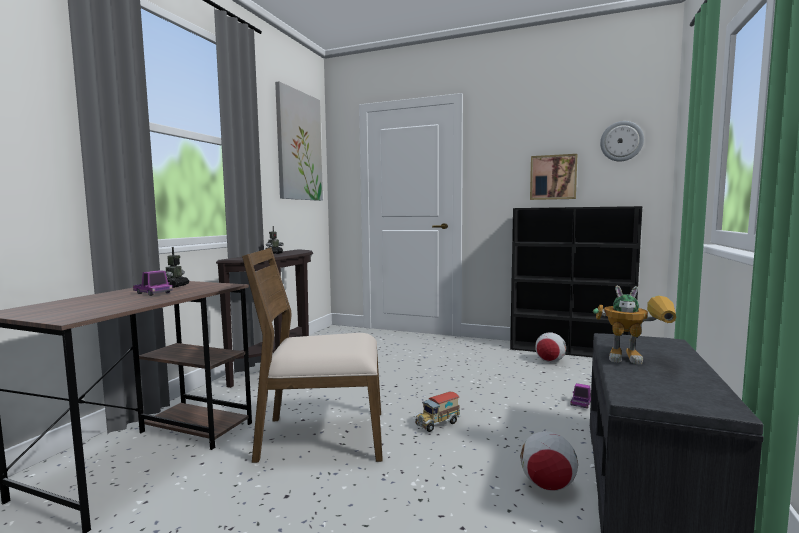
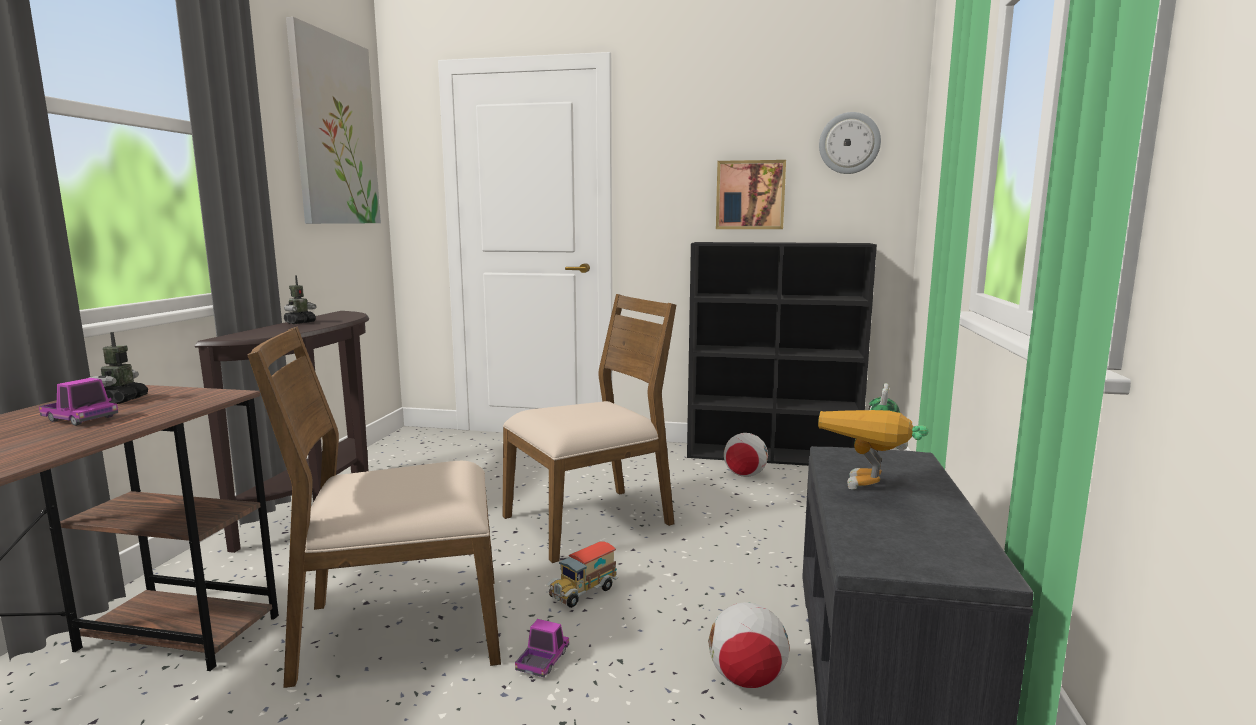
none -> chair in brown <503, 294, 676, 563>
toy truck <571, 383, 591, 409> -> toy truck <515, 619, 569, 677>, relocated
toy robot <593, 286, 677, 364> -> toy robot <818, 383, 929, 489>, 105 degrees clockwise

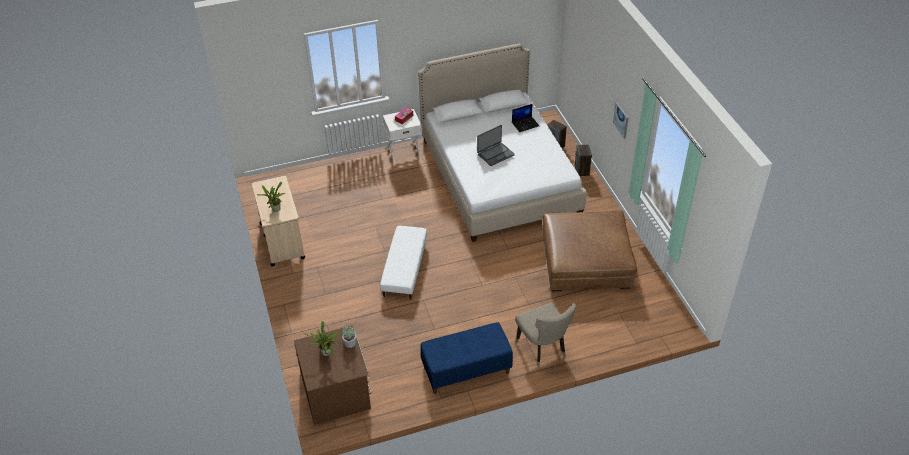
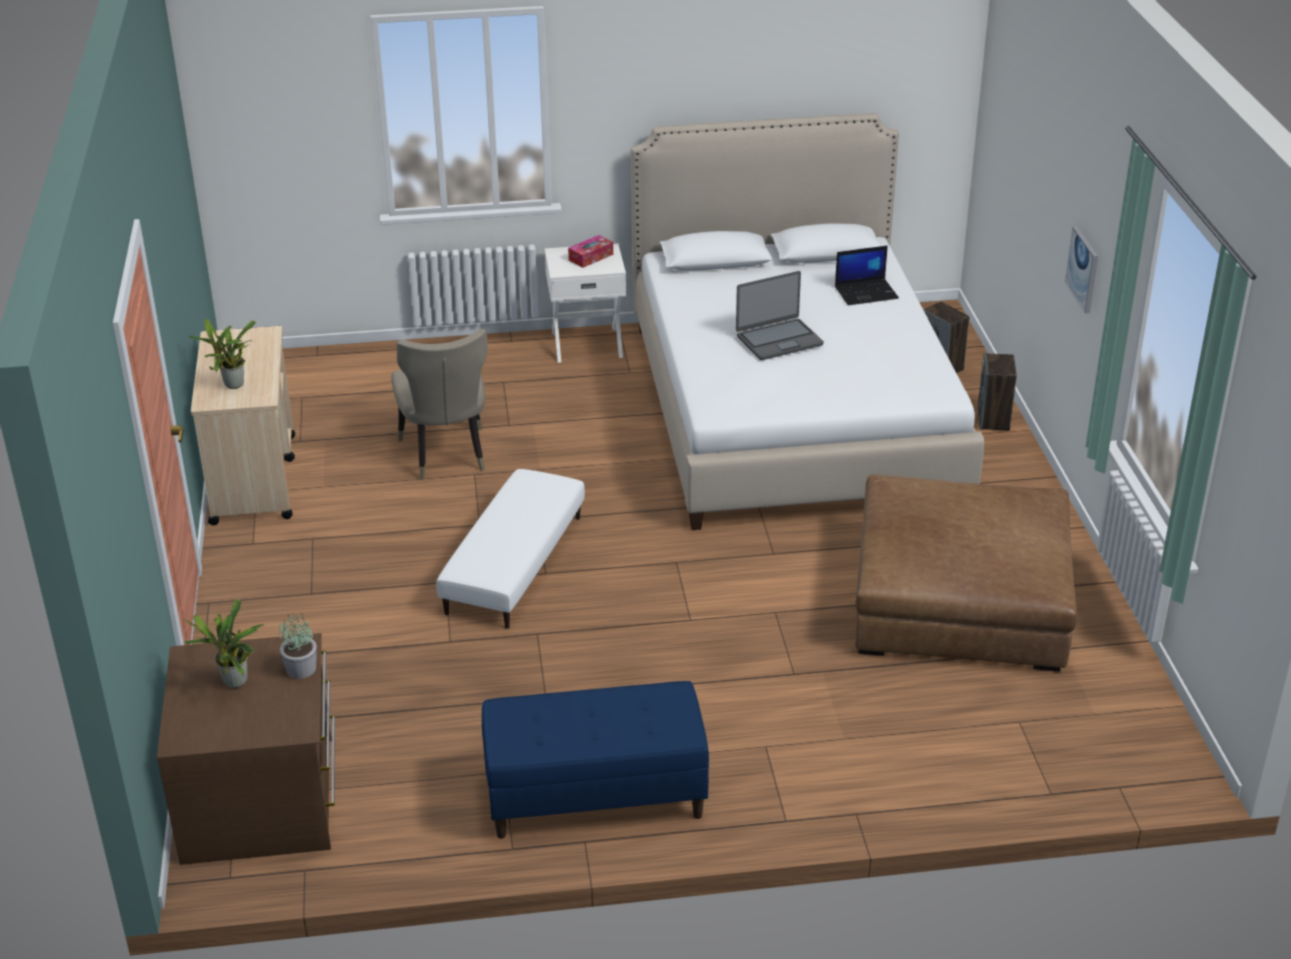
chair in beige <515, 303, 576, 367> -> chair in beige <391, 328, 488, 480>, relocated

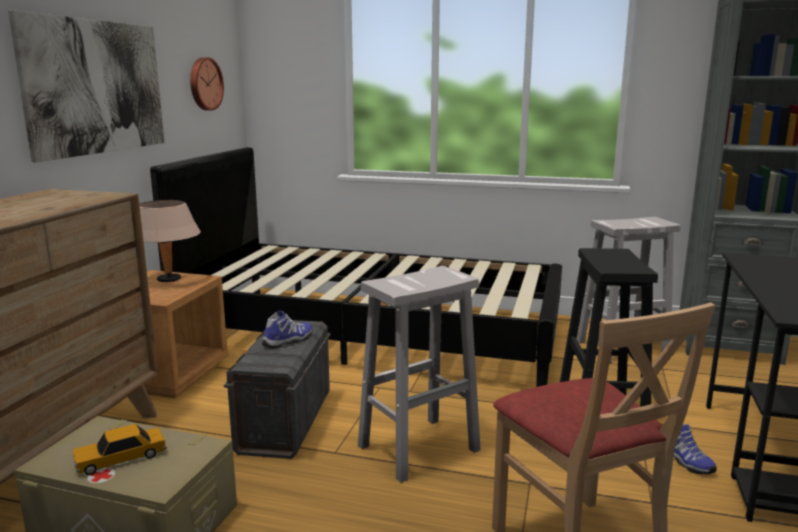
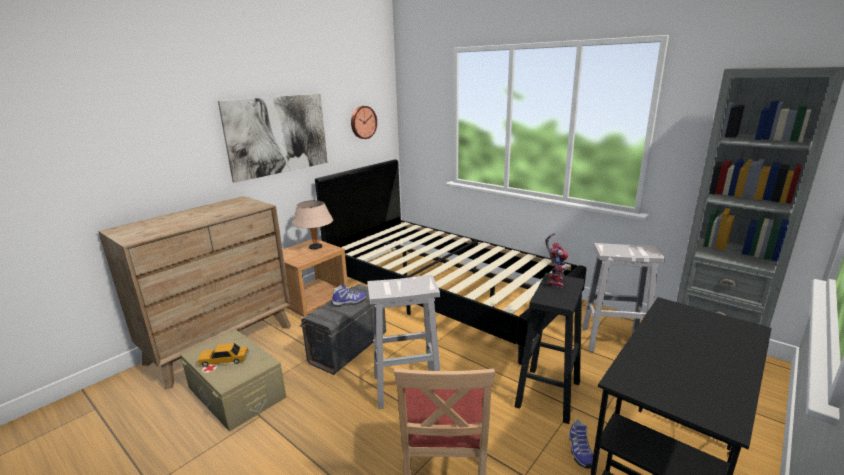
none -> toy robot <546, 233, 568, 287>

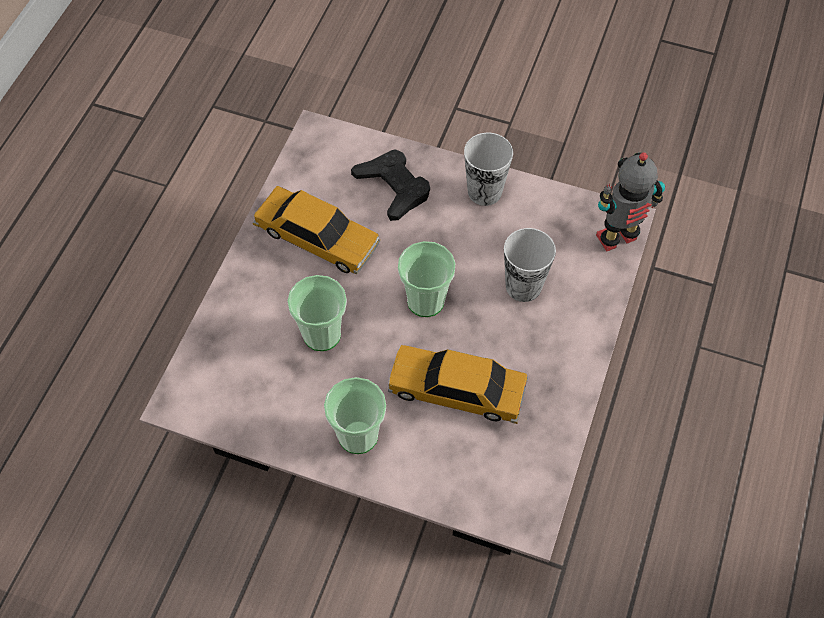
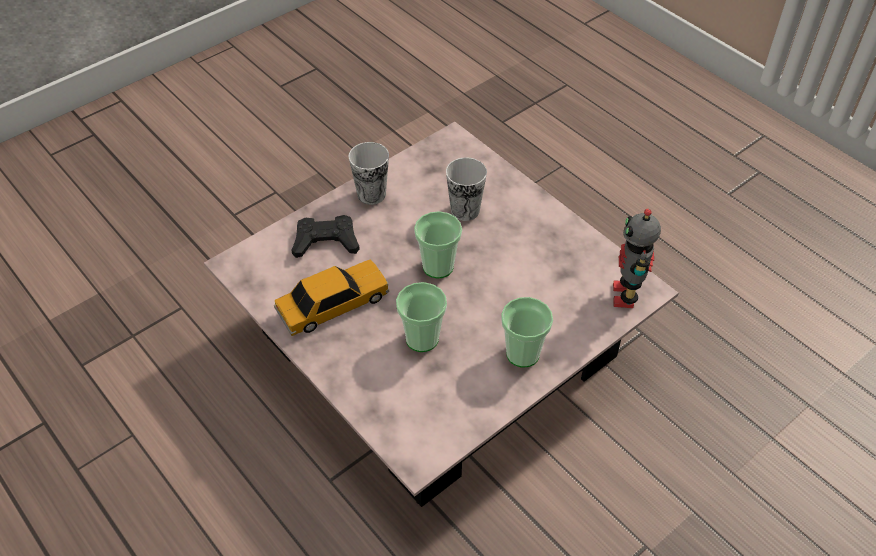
toy robot <596, 152, 665, 251> -> toy robot <613, 209, 661, 308>, relocated
toy car <388, 345, 528, 424> -> none

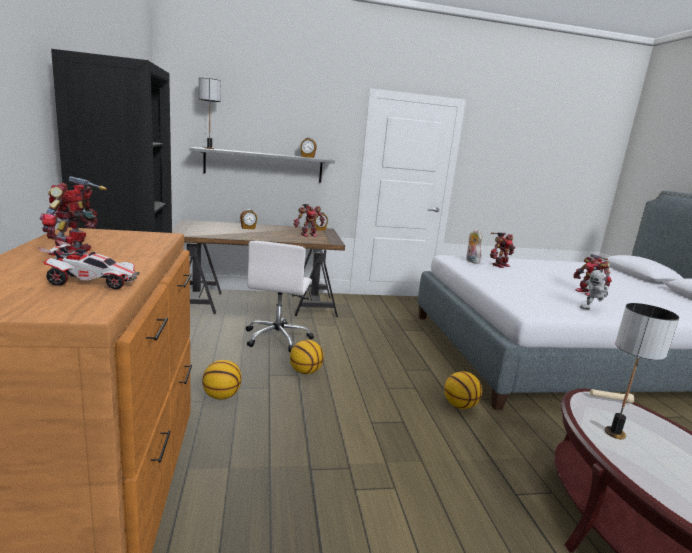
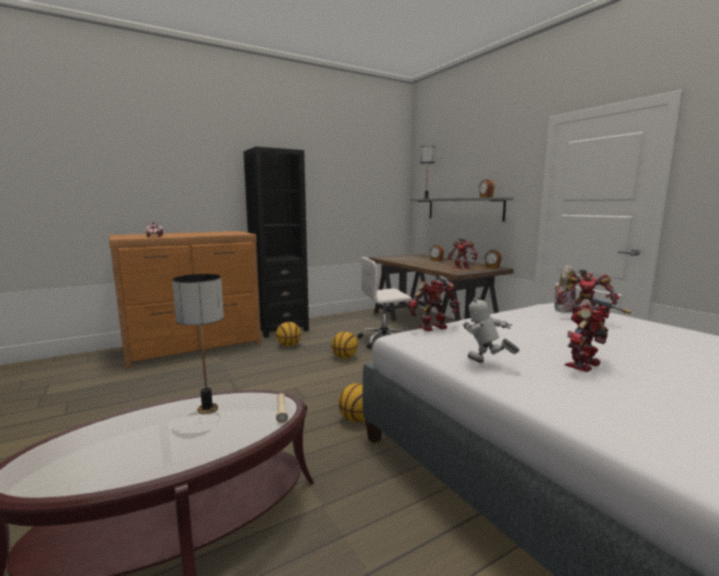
toy robot <39, 176, 107, 256> -> toy robot <409, 276, 460, 331>, relocated

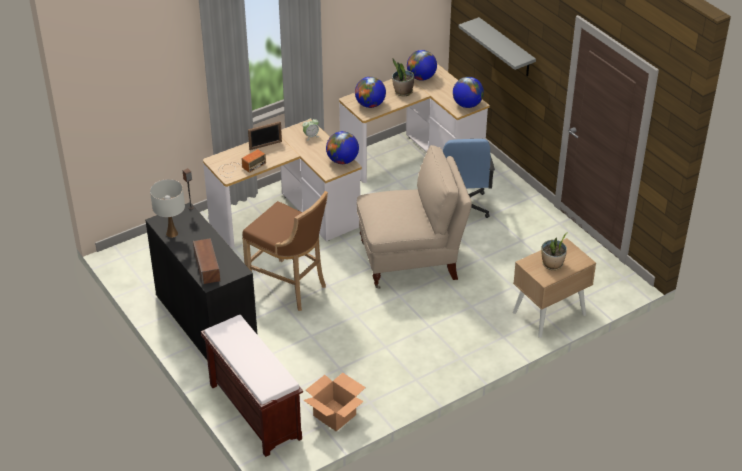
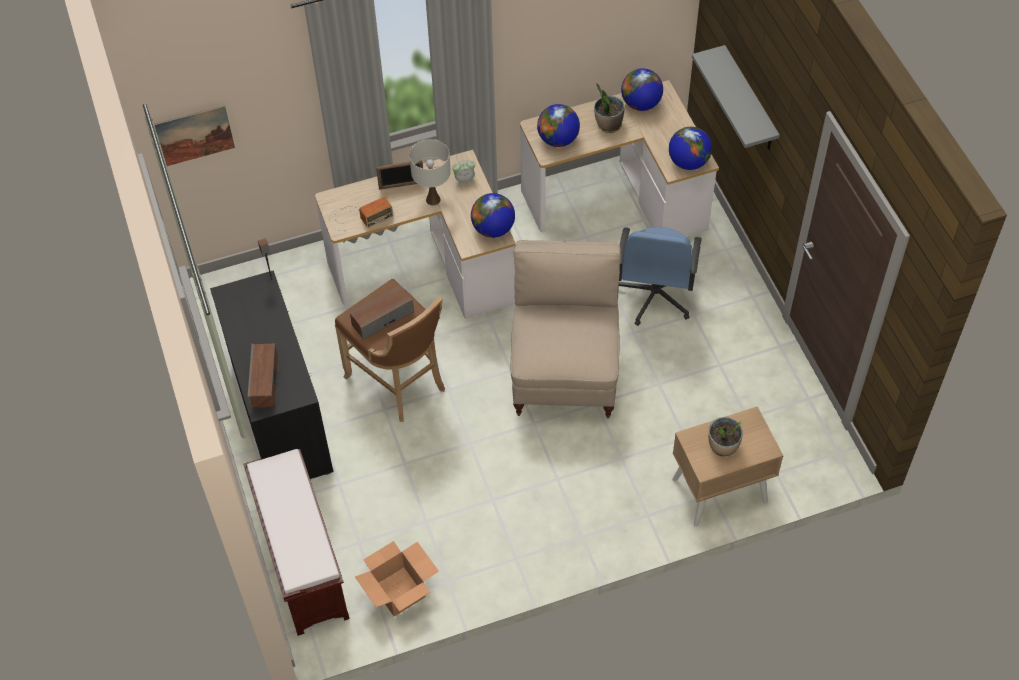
none -> picture <154, 105, 235, 166>
none -> speaker <350, 286, 414, 340>
table lamp in white <150, 179, 185, 238> -> table lamp in white <409, 139, 451, 205>, relocated
chair in beige <357, 145, 472, 289> -> chair in beige <510, 240, 621, 419>, 90 degrees counterclockwise

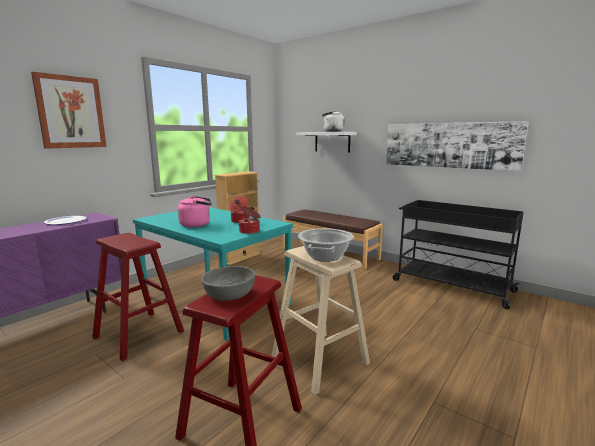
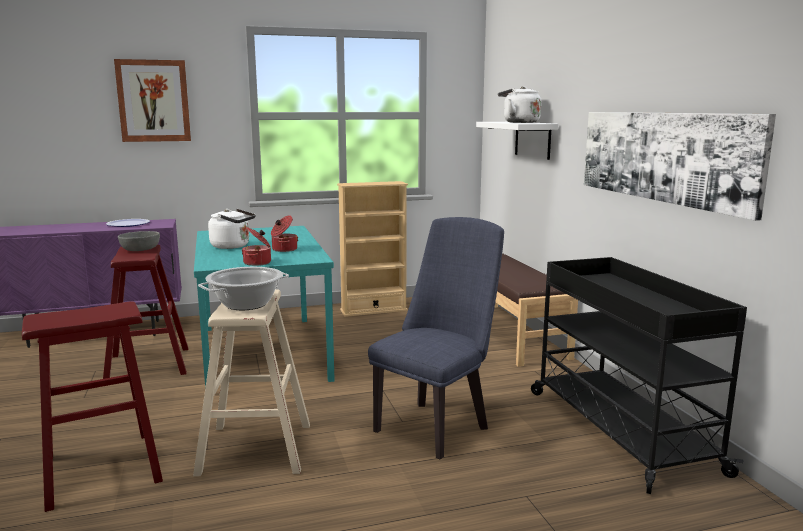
bowl in grey <201, 266, 255, 301> -> bowl in grey <118, 231, 160, 251>, relocated
kettle in pink <178, 196, 212, 227> -> kettle in white <208, 209, 256, 249>
none -> chair in blue <368, 217, 504, 459>

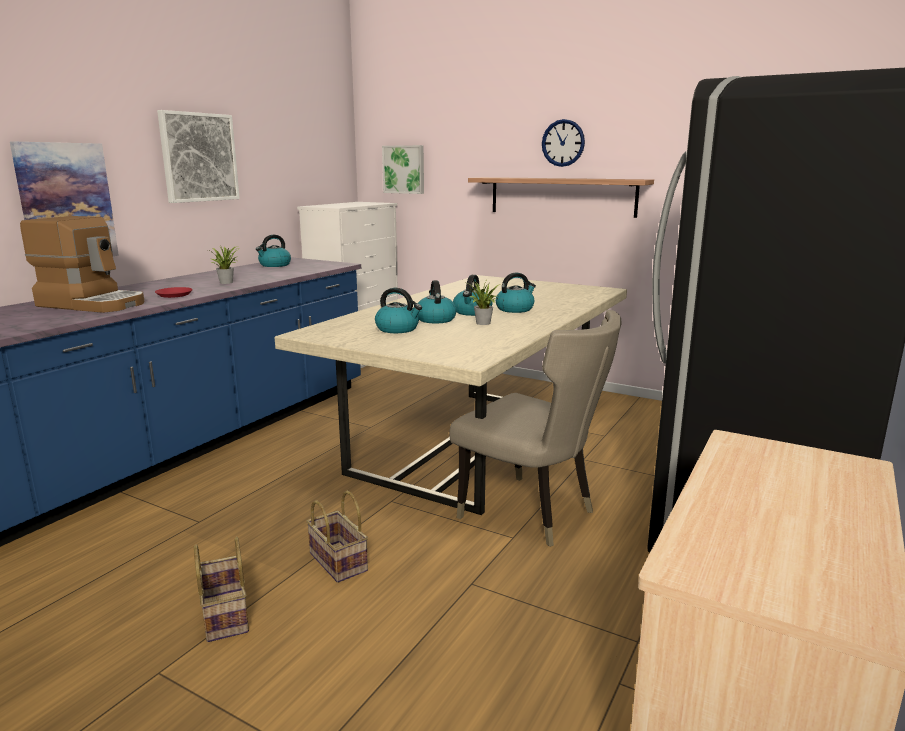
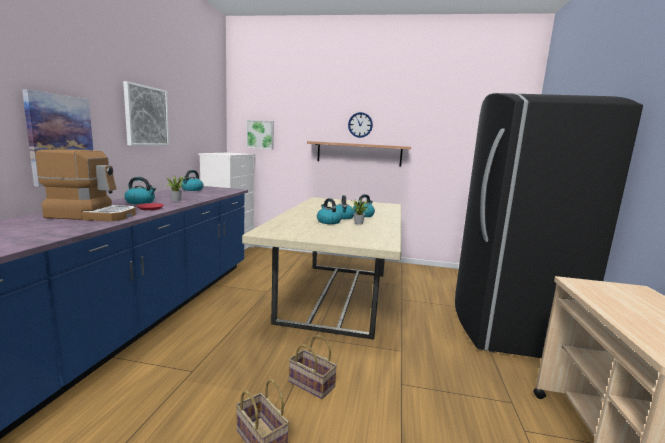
kettle <375, 288, 422, 333> -> kettle <125, 177, 156, 204>, relocated
chair in beige <449, 310, 621, 547> -> none

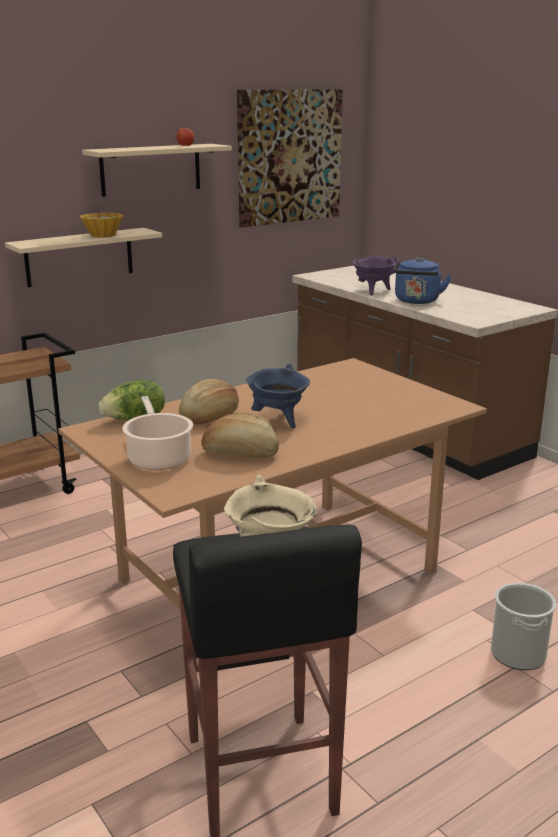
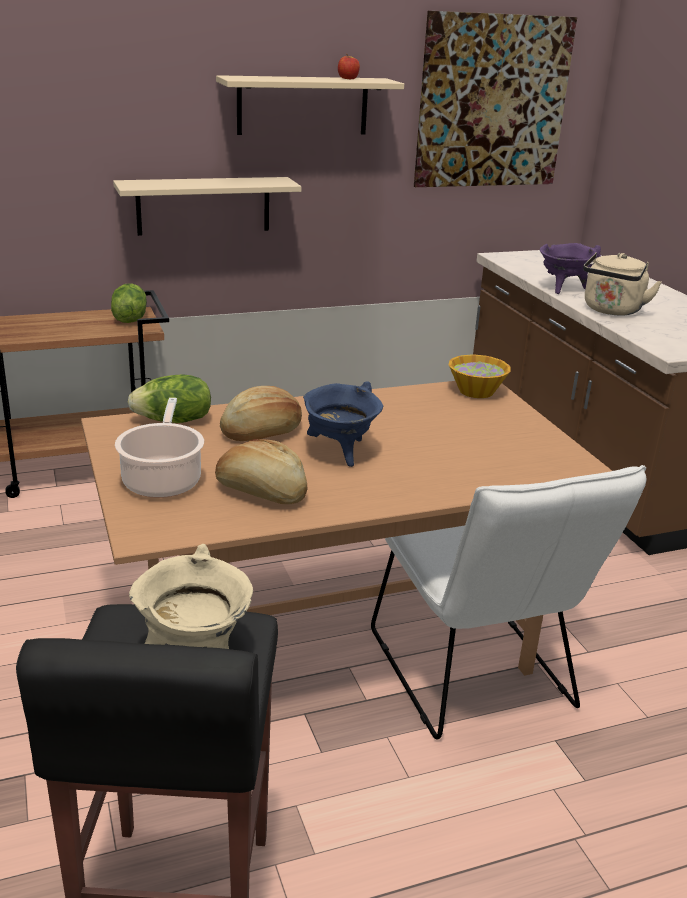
none -> lettuce <111, 283, 147, 323>
none -> chair in white <371, 465, 647, 740>
bowl <80, 213, 123, 237> -> bowl <449, 354, 511, 398>, relocated
kettle in blue <394, 257, 451, 304> -> kettle in beige <583, 252, 662, 315>
bucket <491, 583, 556, 670> -> none

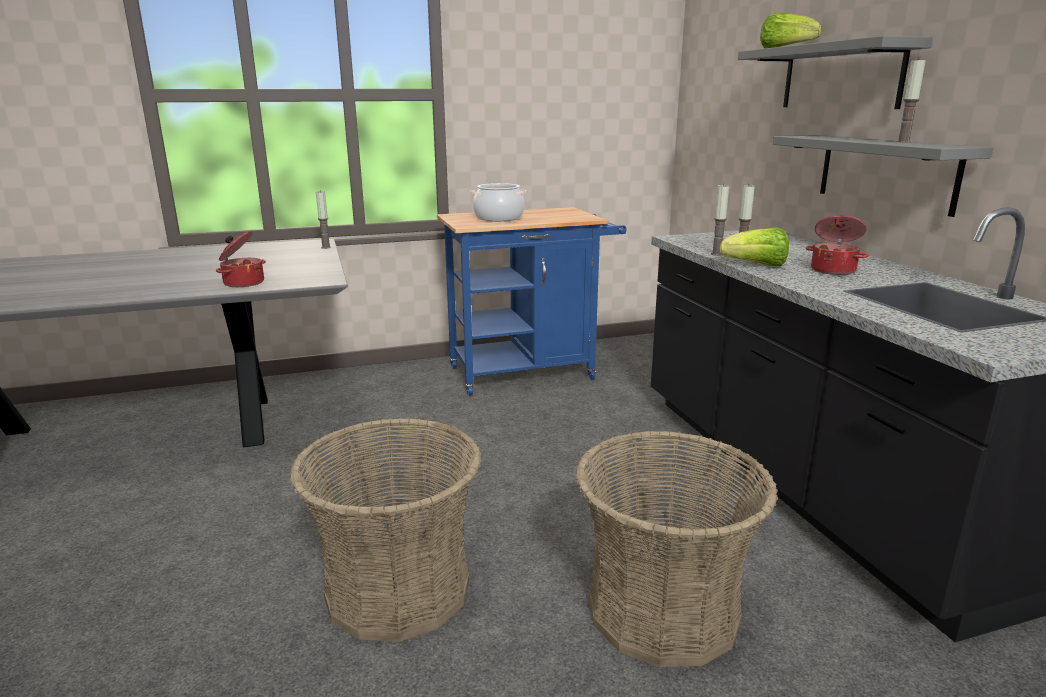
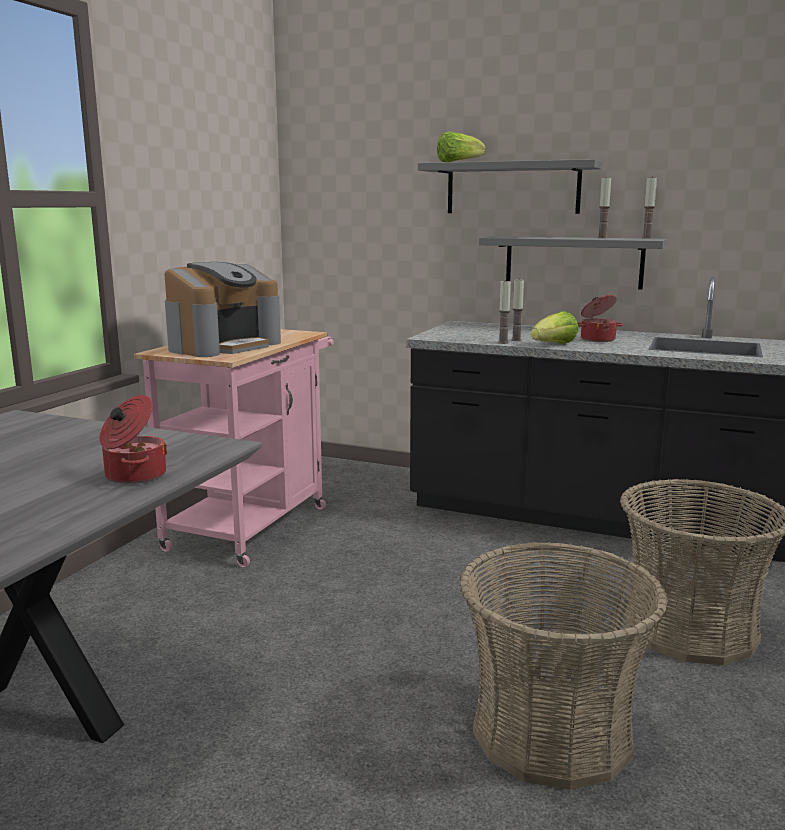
cart in blue <437, 207, 626, 396> -> cart in pink <134, 329, 334, 567>
cooking pot <470, 183, 527, 221> -> coffee machine <164, 262, 281, 357>
candle <316, 190, 331, 249> -> candle <642, 178, 657, 239>, relocated

